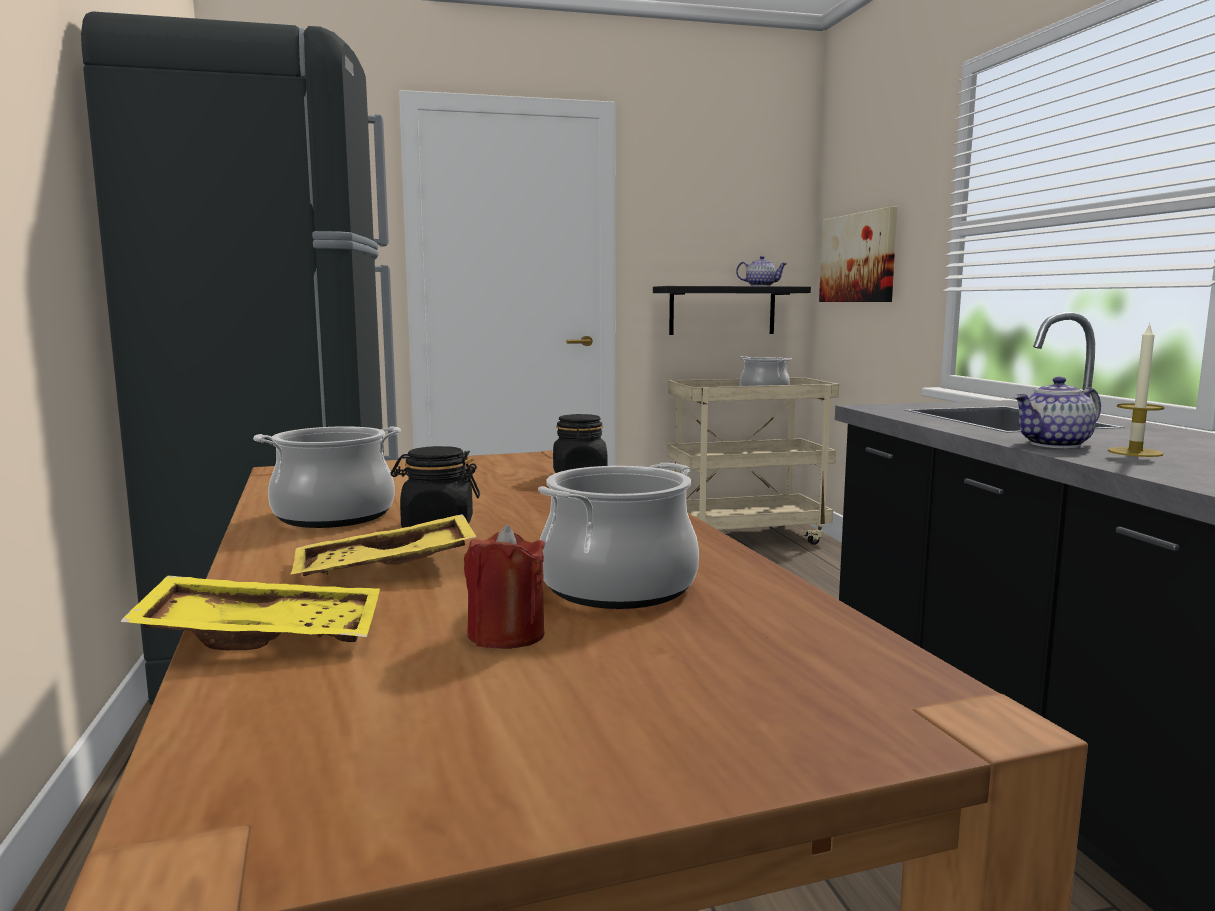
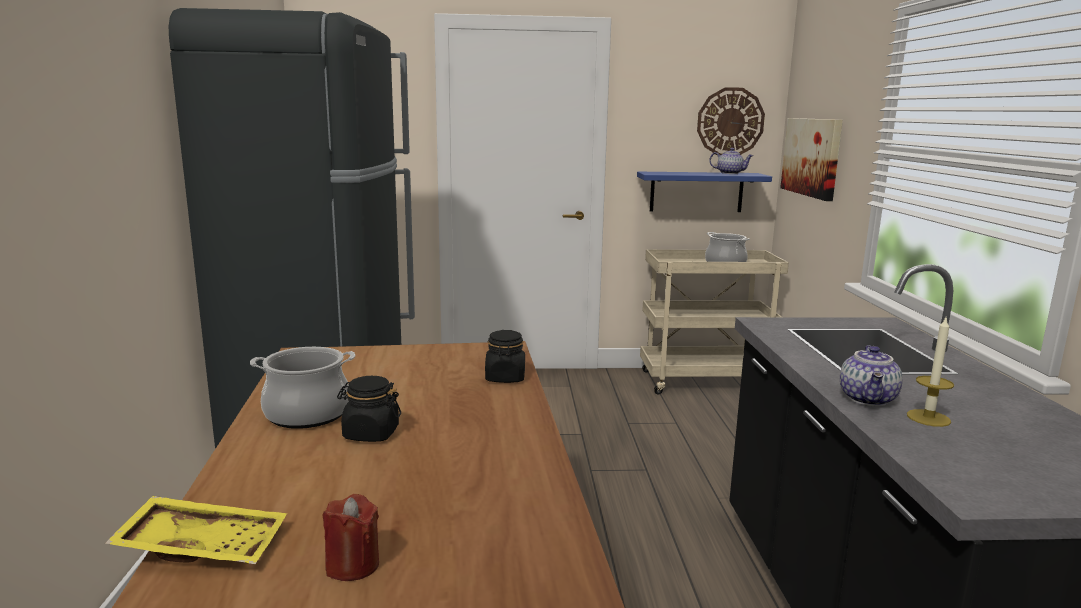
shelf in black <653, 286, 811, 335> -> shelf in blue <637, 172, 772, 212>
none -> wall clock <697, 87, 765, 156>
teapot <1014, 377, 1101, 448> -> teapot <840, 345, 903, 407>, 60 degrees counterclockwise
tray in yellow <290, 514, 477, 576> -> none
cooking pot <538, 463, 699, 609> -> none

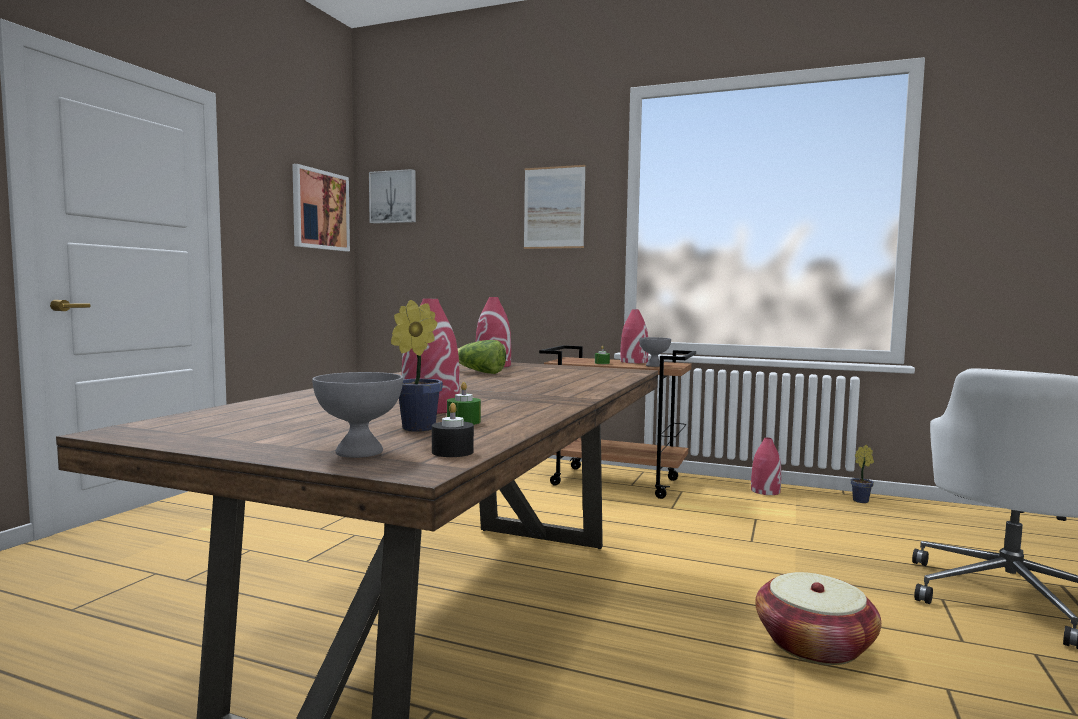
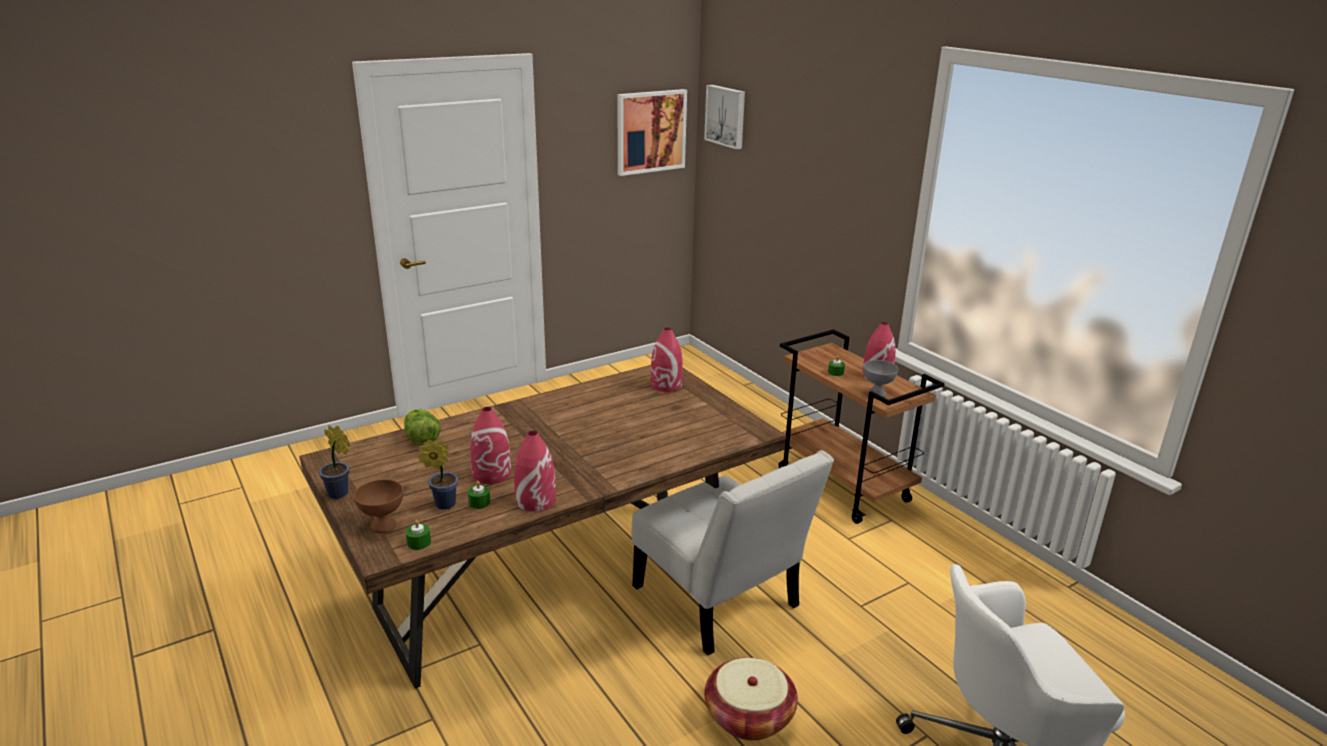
potted plant <851, 445, 874, 503> -> potted plant <319, 425, 350, 499>, relocated
bowl in grey <312, 372, 403, 458> -> bowl in brown <354, 479, 403, 533>
lettuce <458, 340, 506, 374> -> lettuce <404, 409, 440, 446>, relocated
candle in black <432, 403, 474, 457> -> candle in green <406, 520, 431, 550>
vase in red <751, 437, 781, 495> -> vase in red <514, 431, 556, 511>, relocated
none -> chair in white <632, 450, 834, 655>
picture <524, 165, 586, 249> -> none

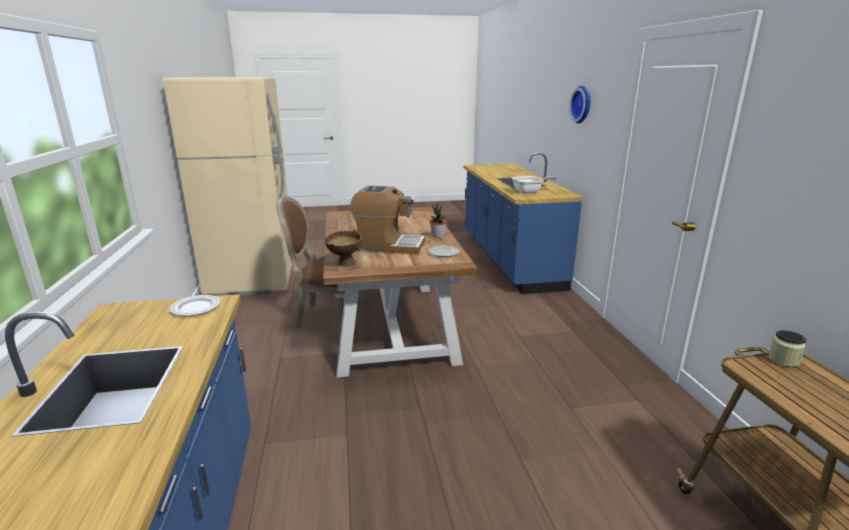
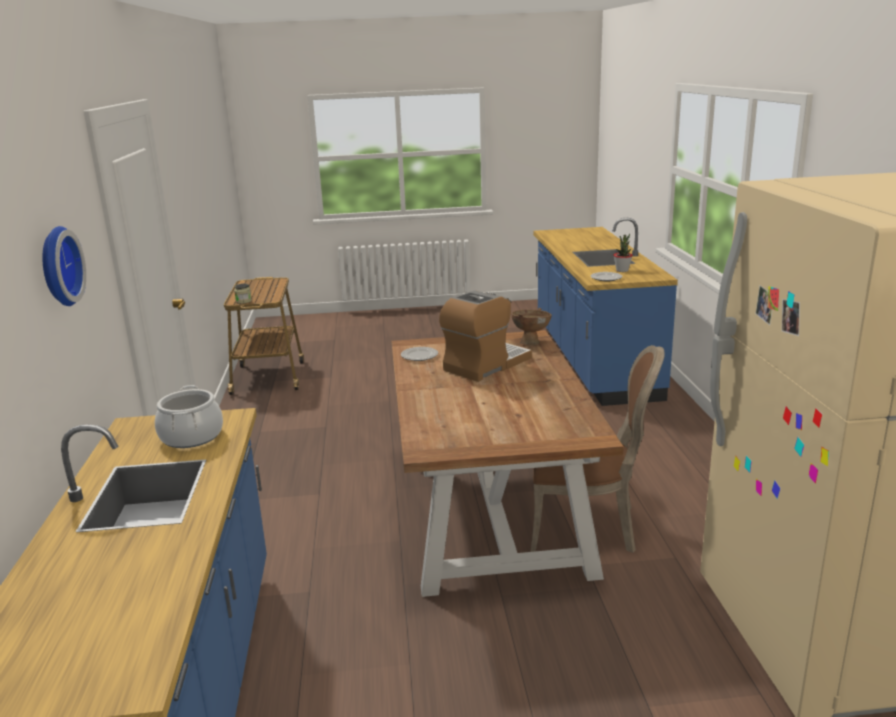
frying pan <512, 176, 557, 194> -> cooking pot <155, 385, 223, 448>
coffee machine <350, 186, 425, 254> -> coffee machine <439, 290, 532, 382>, 120 degrees clockwise
potted plant <430, 203, 447, 238> -> potted plant <613, 234, 633, 272>, relocated

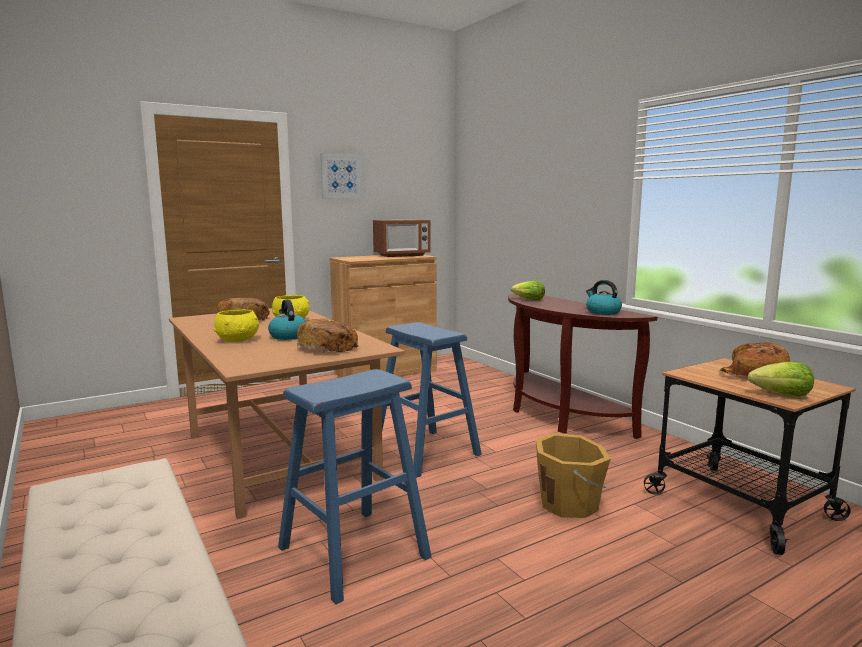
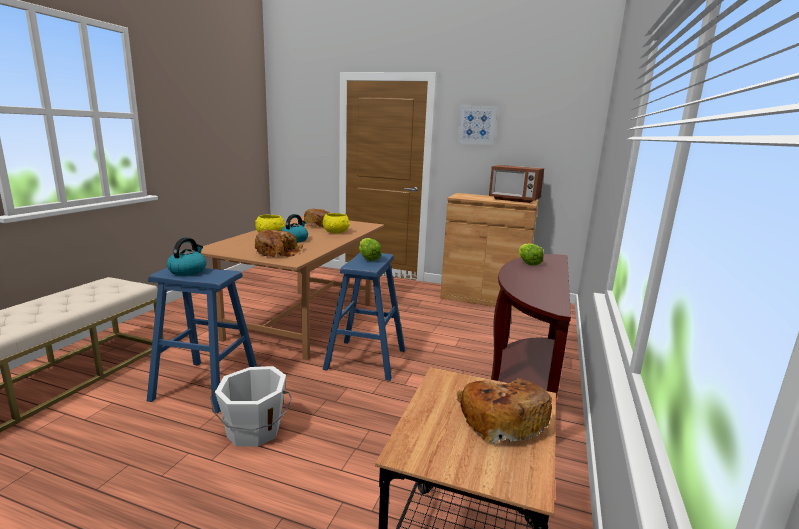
kettle <586, 280, 622, 315> -> kettle <167, 237, 206, 276>, relocated
none -> bucket in white <210, 366, 292, 447>
lettuce <748, 362, 814, 397> -> lettuce <359, 238, 382, 261>, relocated
bucket in orange <536, 433, 611, 518> -> none

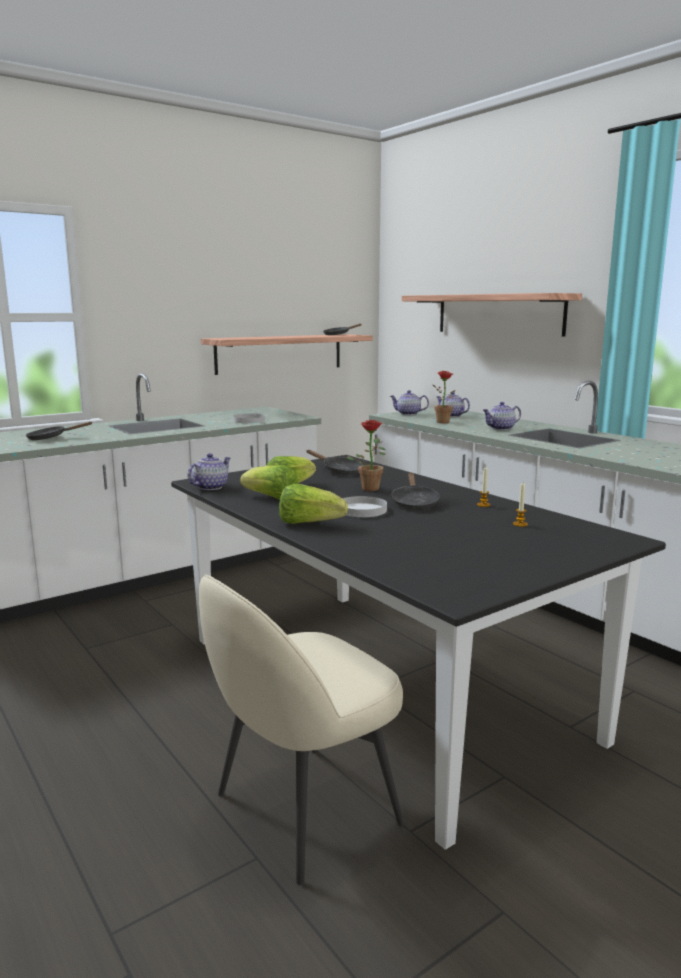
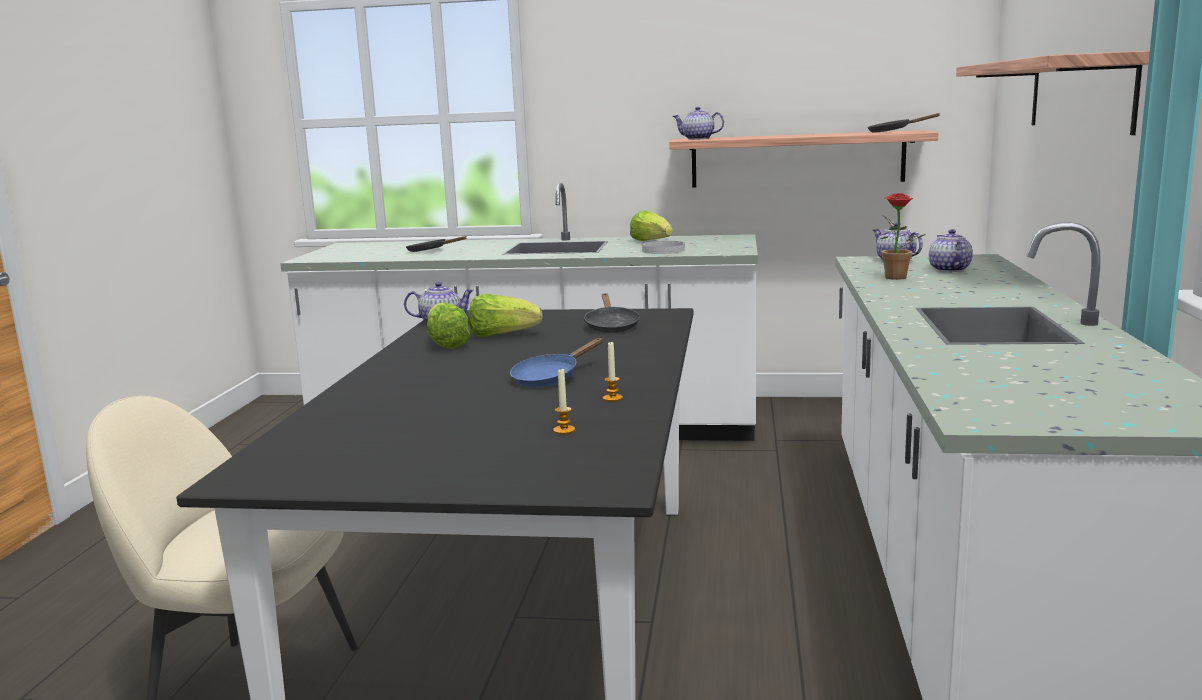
frying pan in black <390, 473, 440, 510> -> frying pan in blue <510, 338, 603, 387>
lettuce <279, 484, 348, 524> -> lettuce <630, 211, 673, 241>, relocated
teapot <483, 402, 521, 430> -> teapot <673, 107, 724, 140>, relocated
plate in white <342, 496, 387, 517> -> none
potted plant <346, 420, 386, 491> -> none

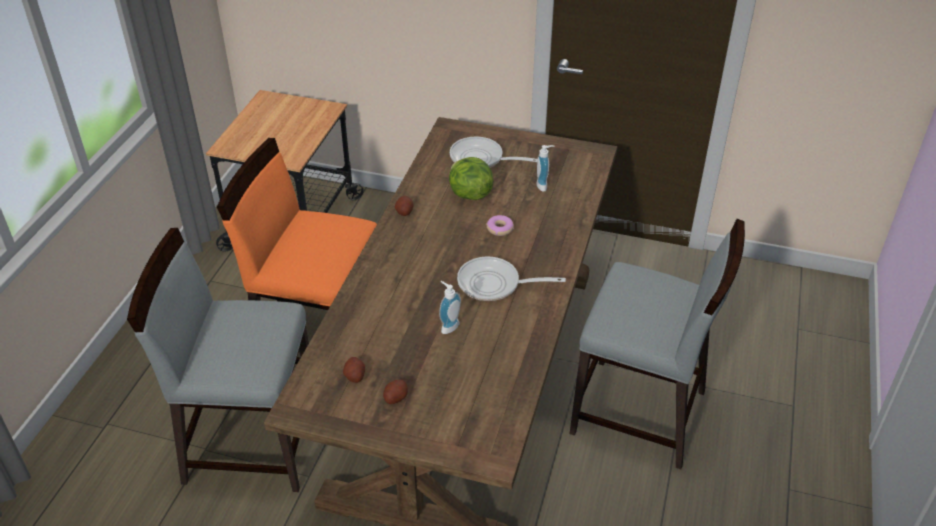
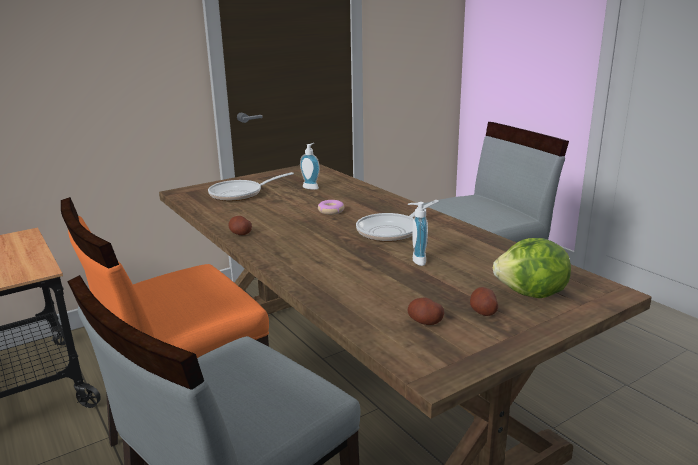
lettuce <449, 157, 493, 200> -> lettuce <493, 238, 571, 298>, relocated

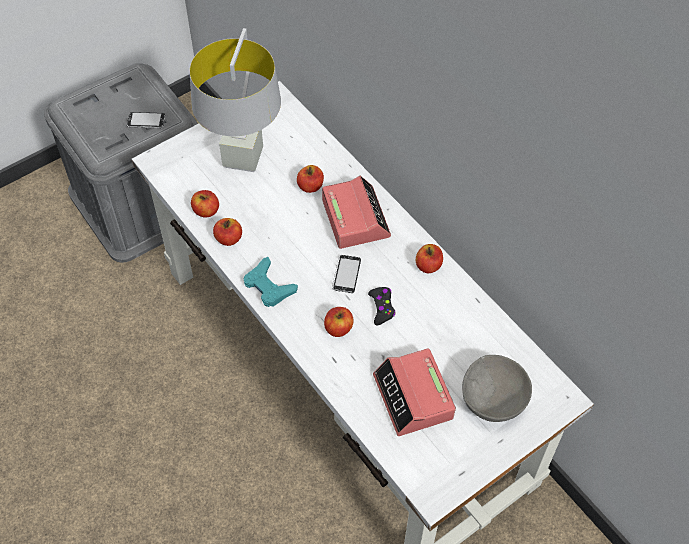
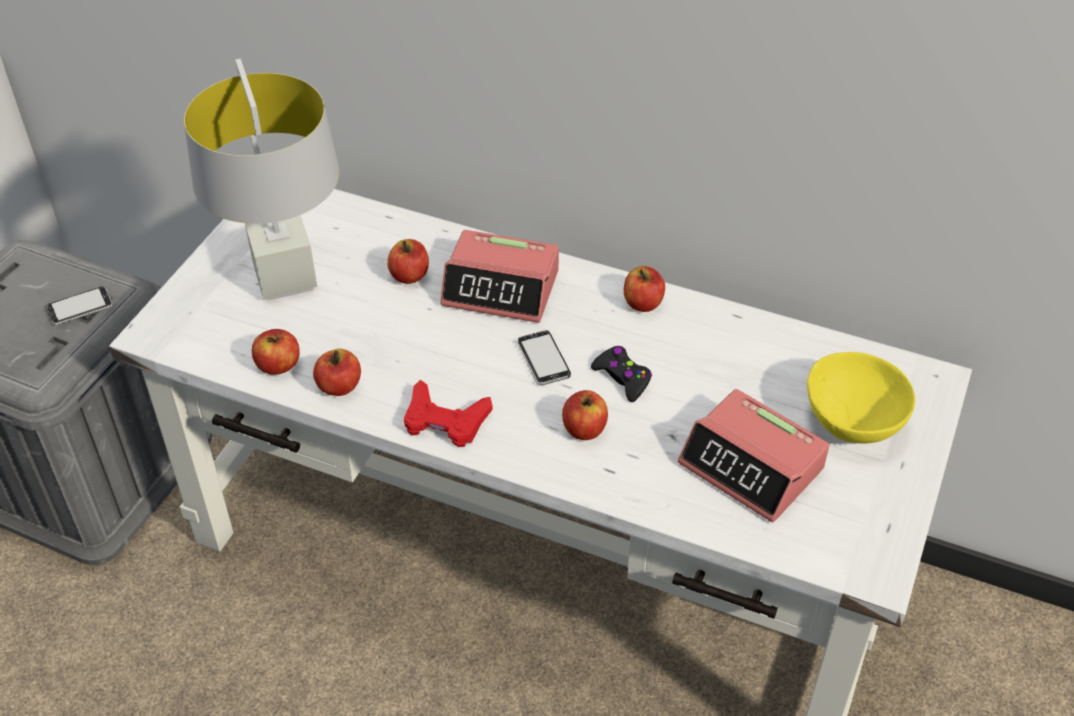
game controller in turquoise <243, 257, 298, 307> -> game controller in red <404, 380, 493, 447>
alarm clock <322, 176, 391, 249> -> alarm clock <440, 230, 559, 323>, 150 degrees clockwise
bowl in grey <462, 355, 532, 422> -> bowl in yellow <807, 352, 915, 444>

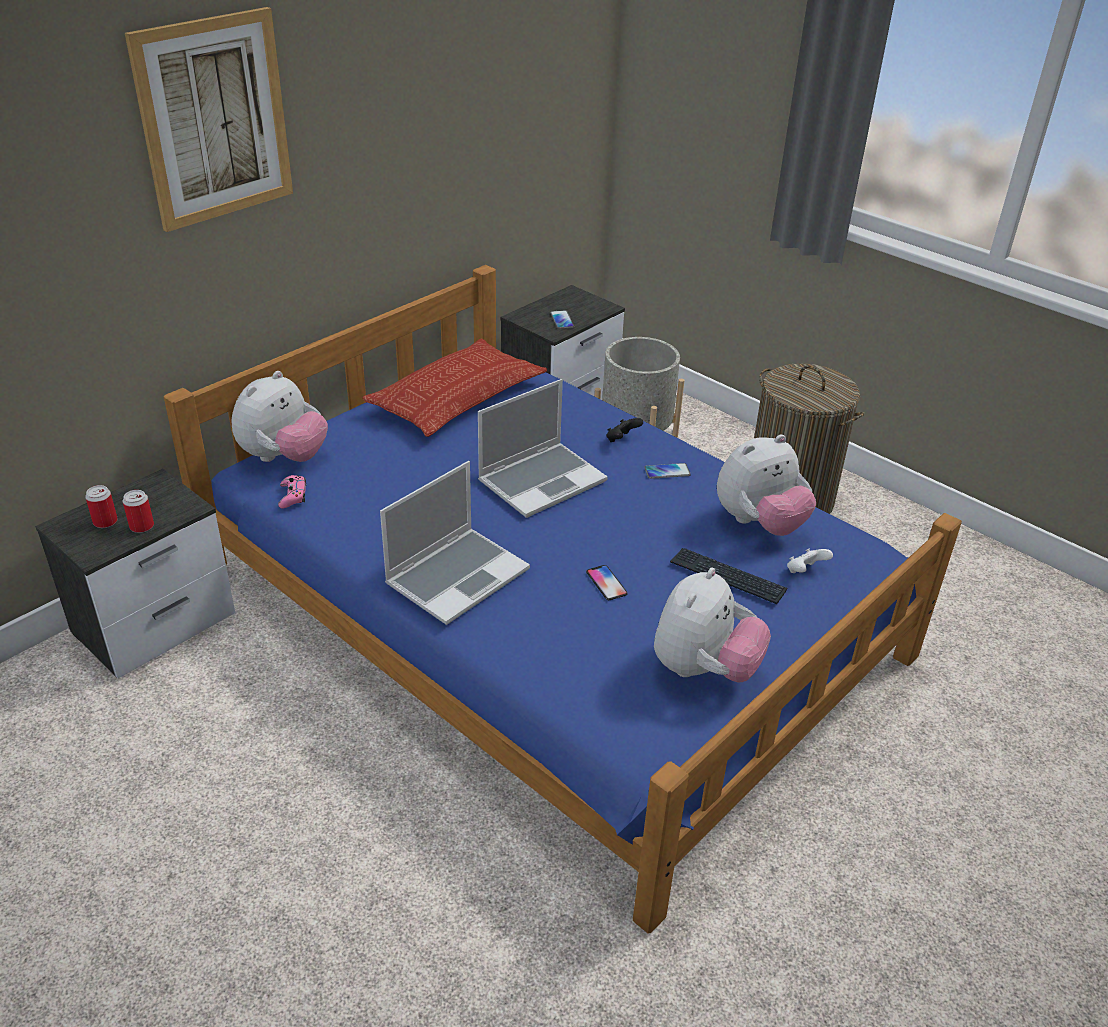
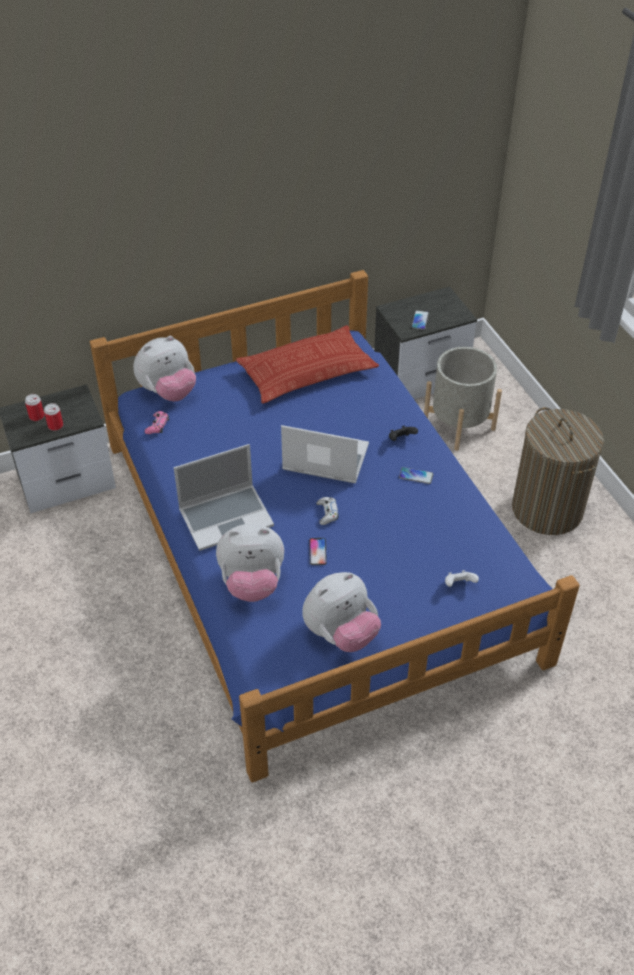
plush toy <717, 434, 816, 536> -> plush toy <216, 524, 284, 602>, relocated
laptop <478, 379, 608, 518> -> laptop <281, 425, 369, 483>, 150 degrees counterclockwise
none -> game controller in white <316, 497, 339, 525>
picture <125, 7, 293, 232> -> none
keyboard <670, 548, 787, 604> -> none

